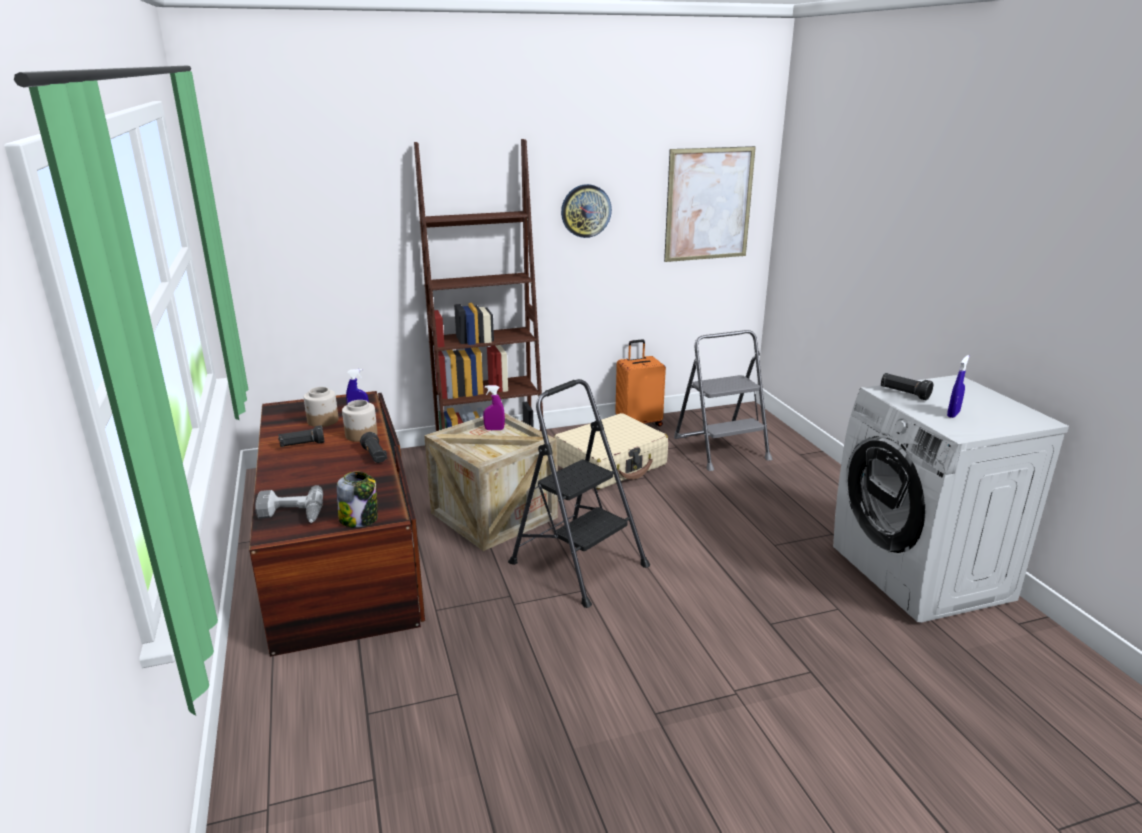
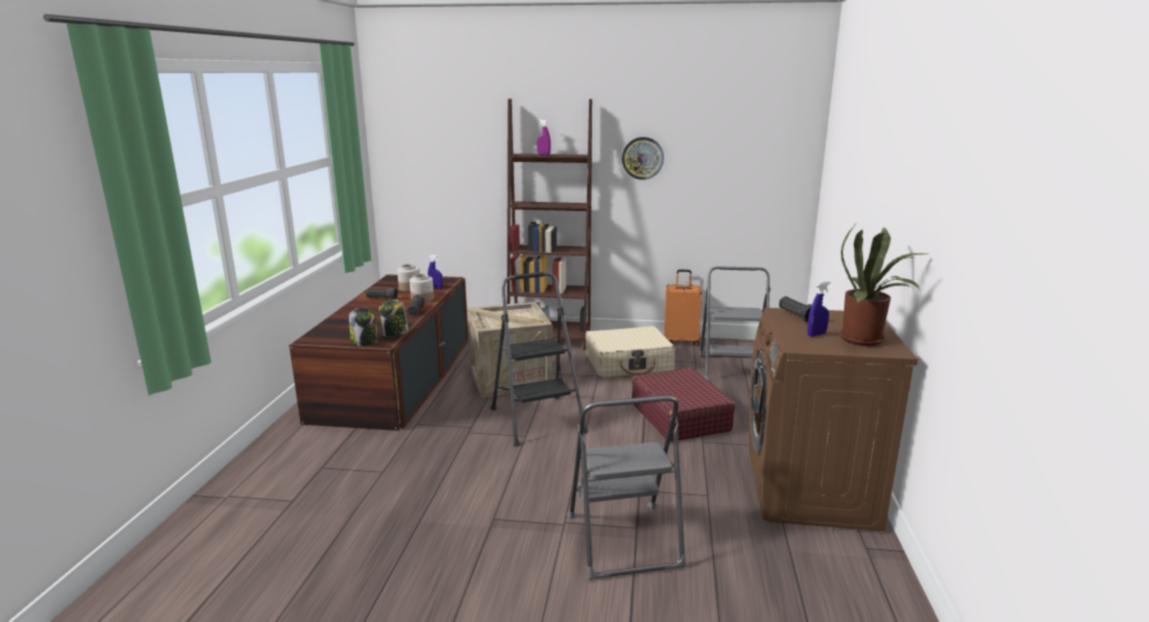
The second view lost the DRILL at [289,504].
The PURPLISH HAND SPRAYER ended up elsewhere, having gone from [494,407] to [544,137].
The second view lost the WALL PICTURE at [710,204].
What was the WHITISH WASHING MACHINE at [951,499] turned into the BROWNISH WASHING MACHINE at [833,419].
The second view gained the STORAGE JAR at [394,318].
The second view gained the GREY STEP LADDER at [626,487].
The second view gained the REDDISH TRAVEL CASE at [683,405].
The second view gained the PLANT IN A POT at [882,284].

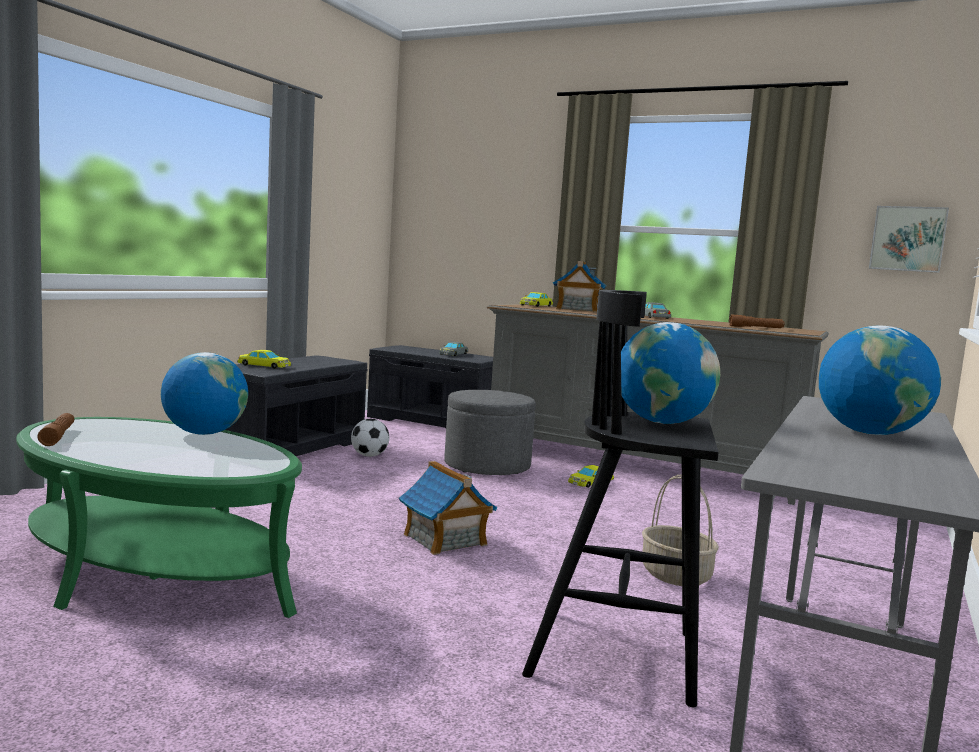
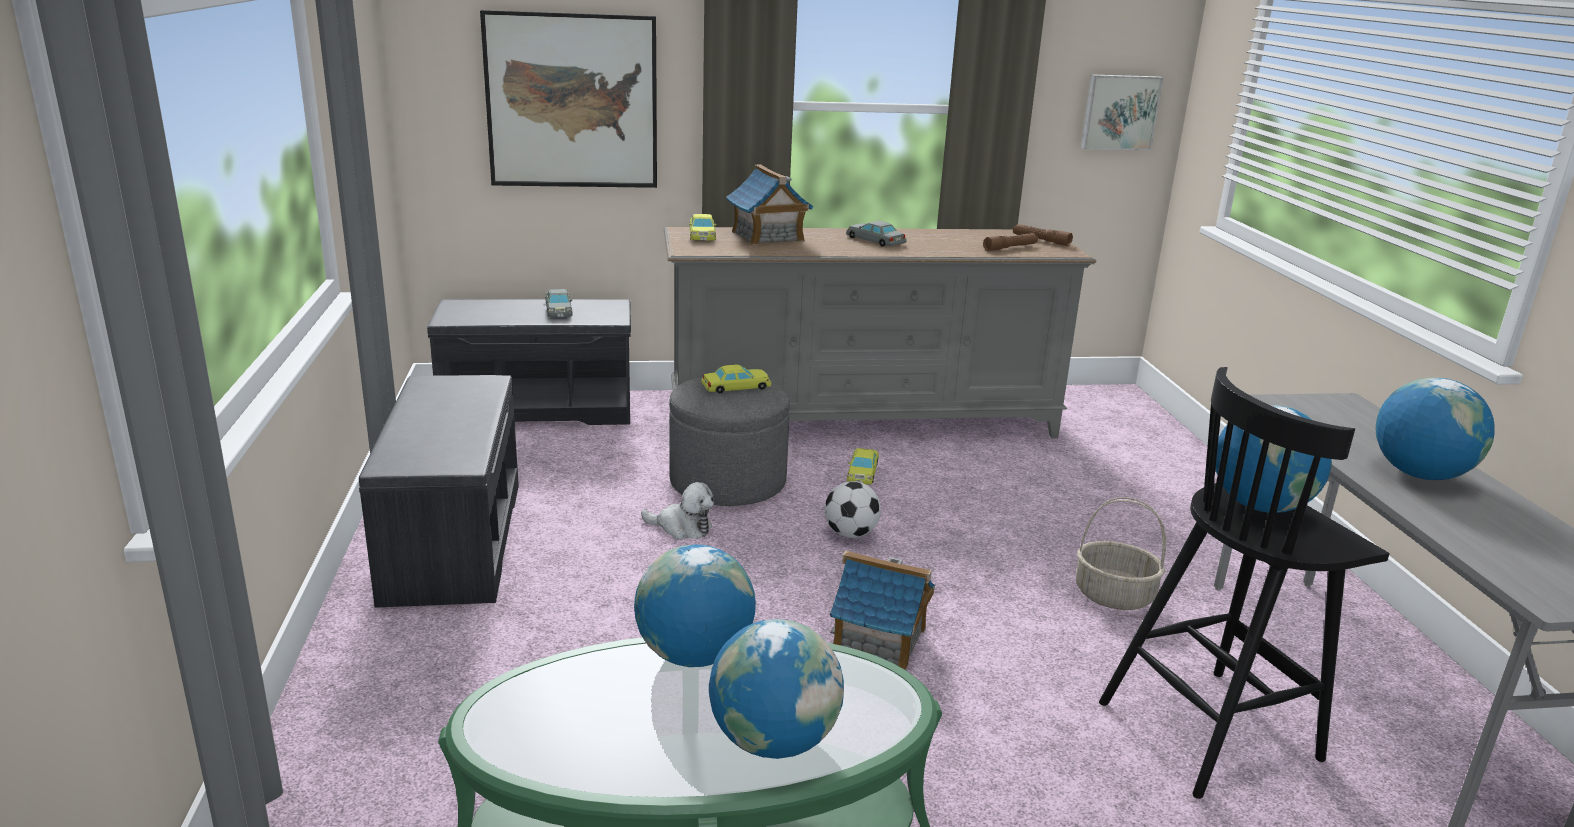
The BROWNISH FLASHLIGHT ended up elsewhere, having gone from [56,429] to [1043,235].
The YELLOW-COLOURED TOY CAR ended up elsewhere, having gone from [264,359] to [736,379].
The FOOTBALL BALL ended up elsewhere, having gone from [370,438] to [853,509].
The second view gained the WALL PICTURE at [568,99].
The second view gained the PLUSH TOY at [677,511].
The second view gained the DESK GLOBE at [776,689].

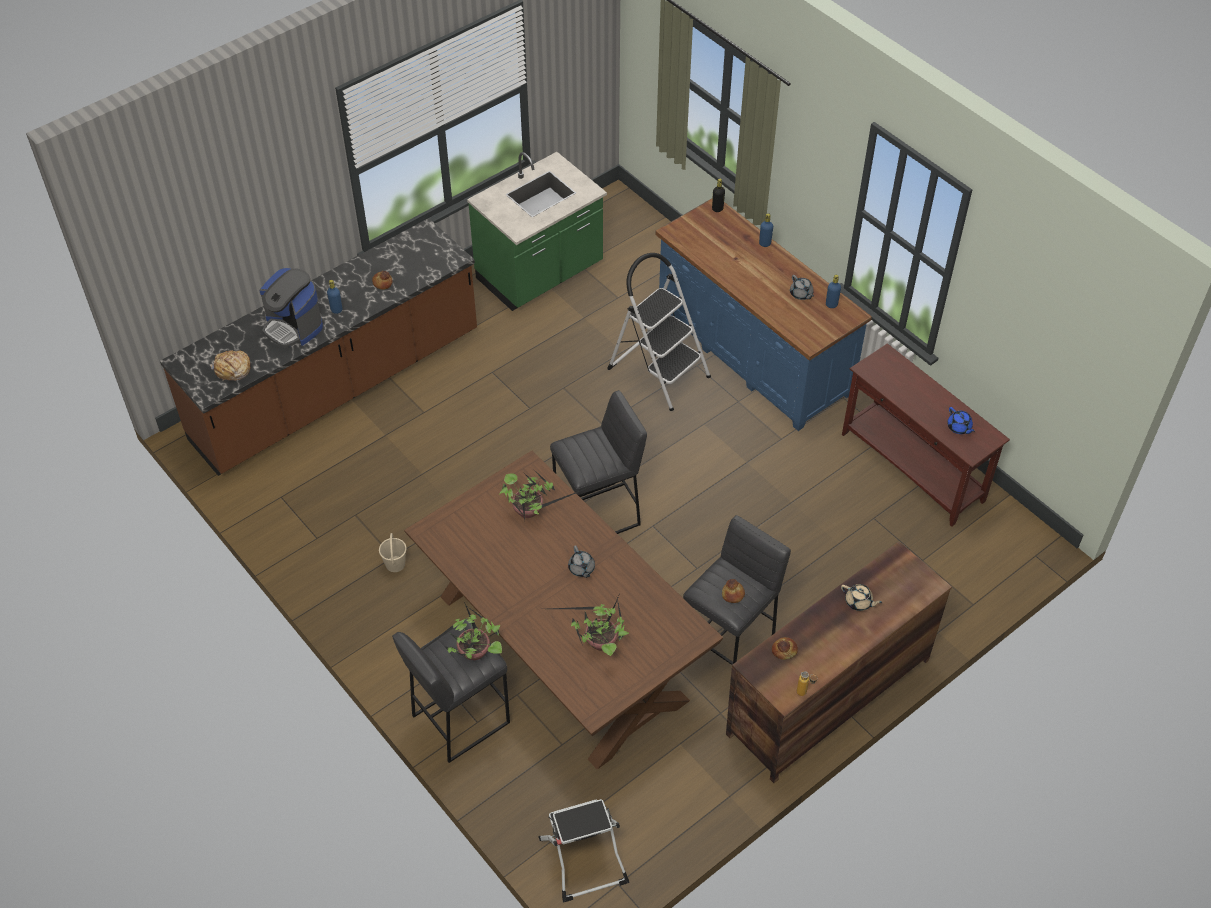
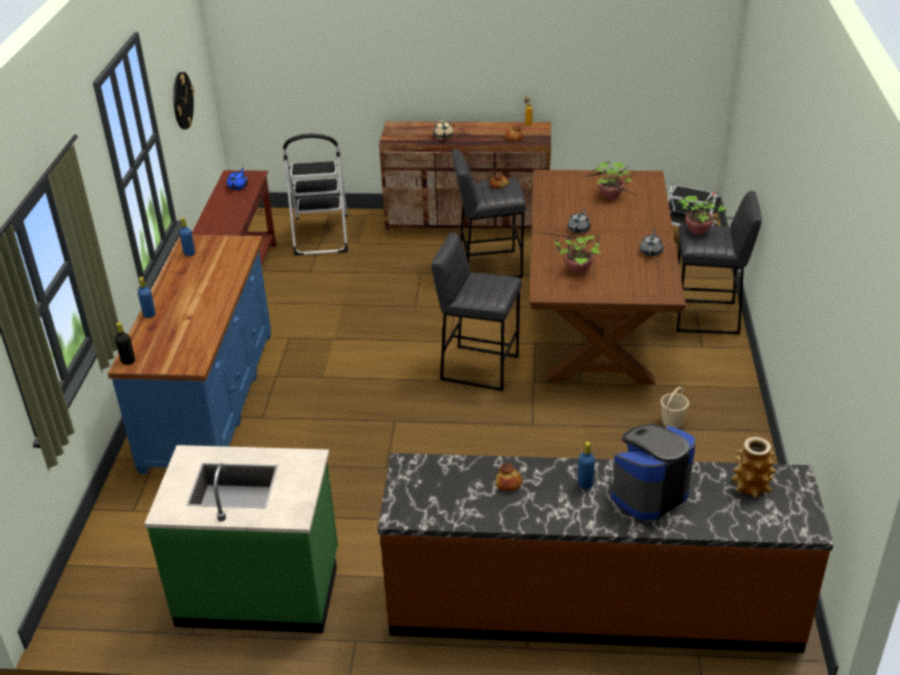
Where the BREAD stood at [230,365], the VASE came to stand at [753,467].
The COFFEE MAKER at [291,308] ended up facing another way, 120 degrees counterclockwise from before.
The STEP LADDER ended up elsewhere, having gone from [659,332] to [315,194].
The GREY TEAPOT ended up elsewhere, having gone from [802,287] to [651,242].
The second view gained the WALL CLOCK at [184,100].

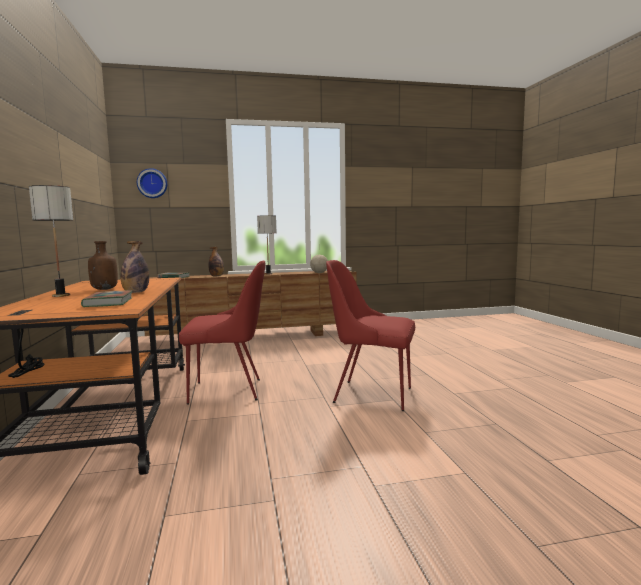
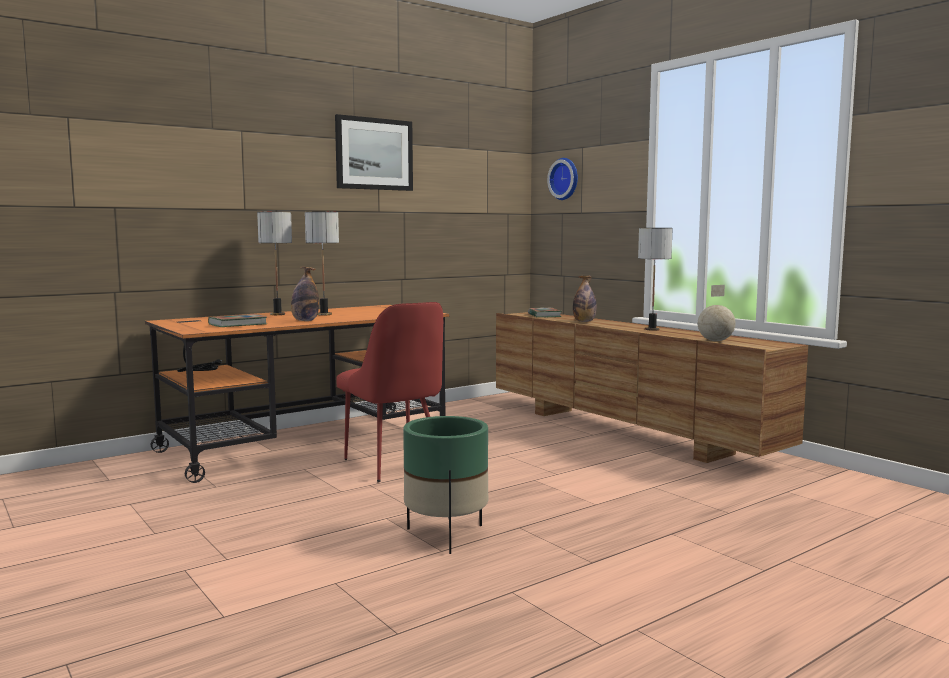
Where the BROWNISH BOTTLE stood at [103,265], the TABLE LAMP came to stand at [322,263].
Where the REDDISH CHAIR stood at [370,335], the GREENISH PLANT POT came to stand at [445,485].
The second view gained the WALL PICTURE at [374,152].

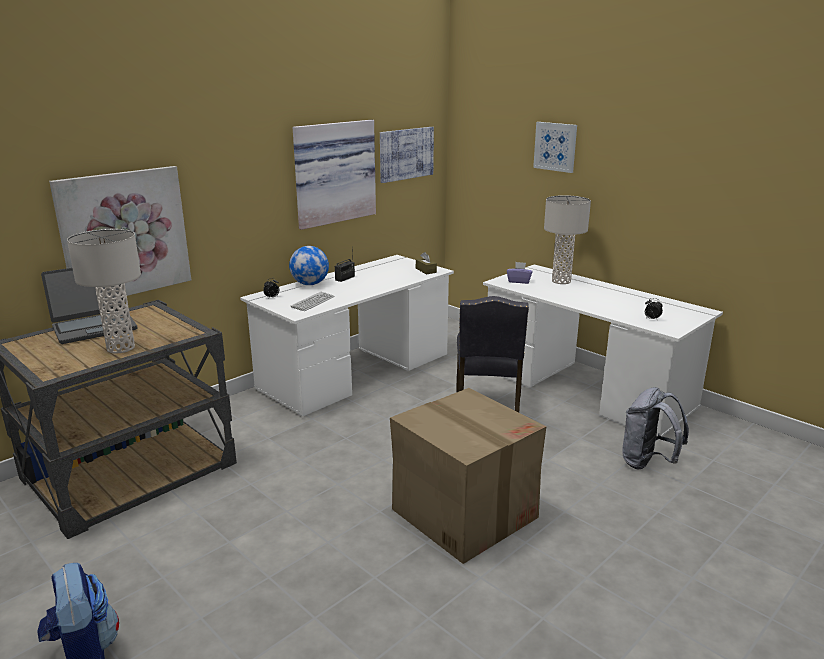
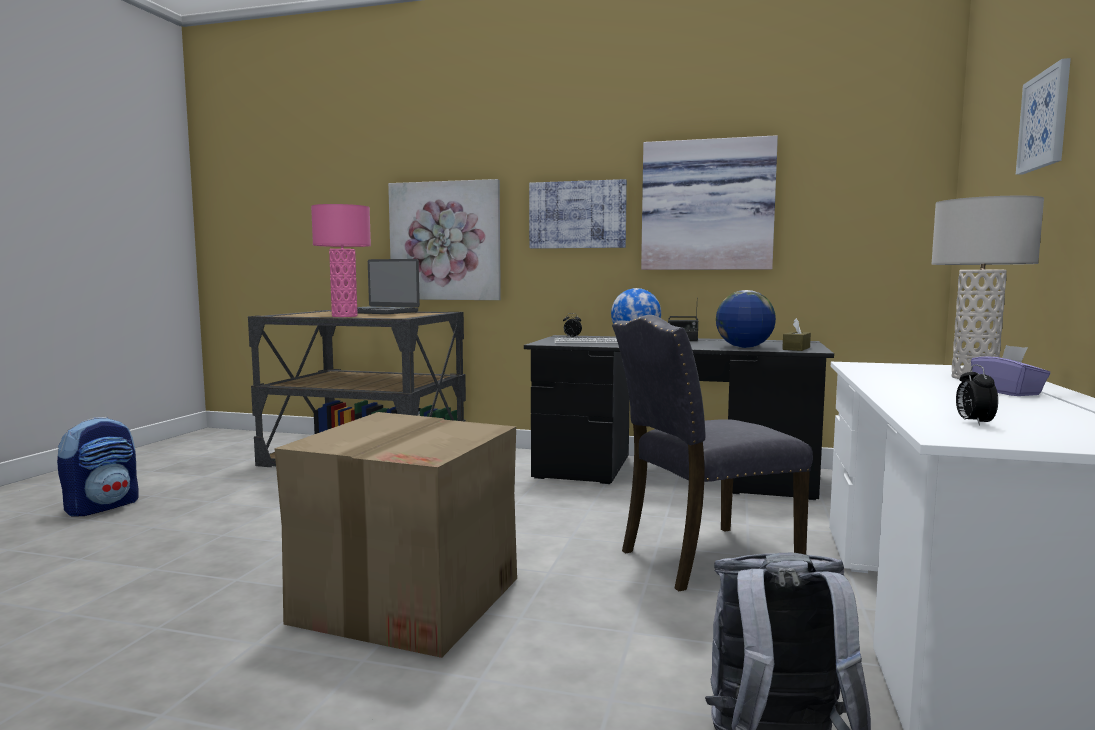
What was the WHITISH TABLE LAMP at [104,291] turned into the PINK-COLOURED TABLE LAMP at [341,260].
What was the WHITISH DESK at [347,335] turned into the BLACK-COLOURED DESK at [679,417].
The WALL PICTURE ended up elsewhere, having gone from [407,155] to [578,214].
The PURPLISH BOX OF TISSUES ended up elsewhere, having gone from [520,273] to [1011,370].
The second view gained the DESK GLOBE at [746,319].

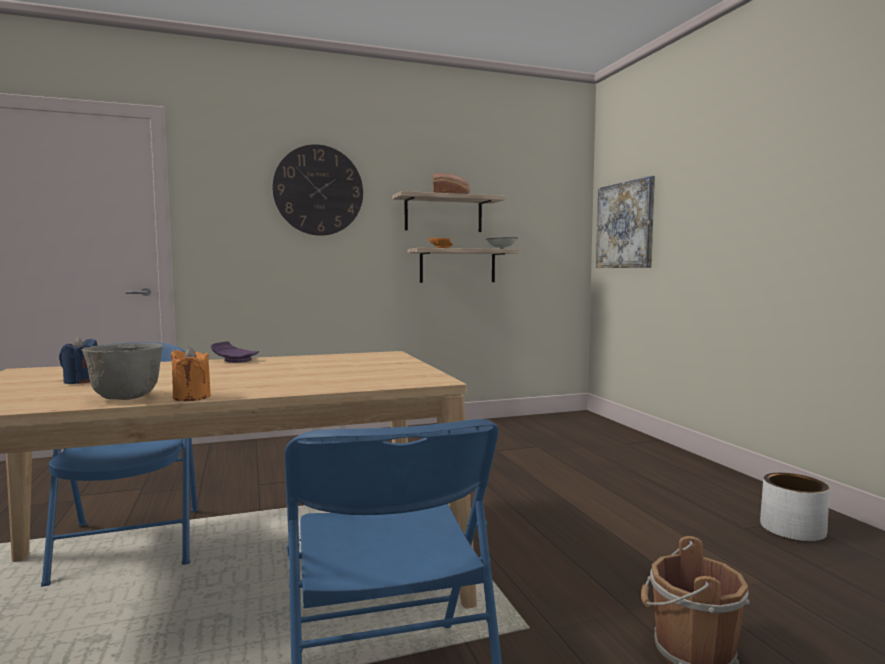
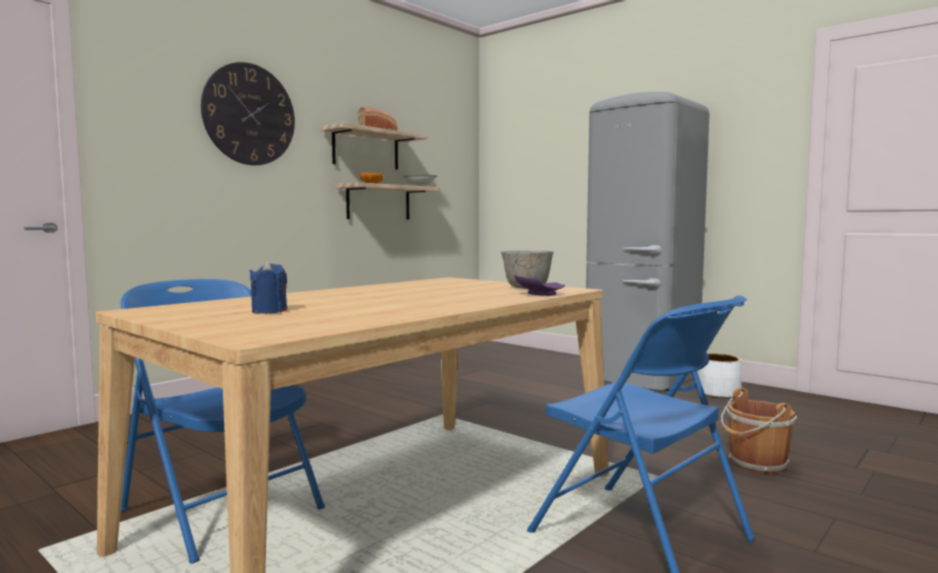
The GREY SERVING BOWL ended up elsewhere, having gone from [122,371] to [527,269].
The second view lost the ORANGE WAX LIGHT at [191,374].
The PURPLISH DINNER PLATE ended up elsewhere, having gone from [235,352] to [540,285].
The second view lost the WALL PICTURE at [625,222].
The second view gained the GREY REFRIGERATOR at [648,241].

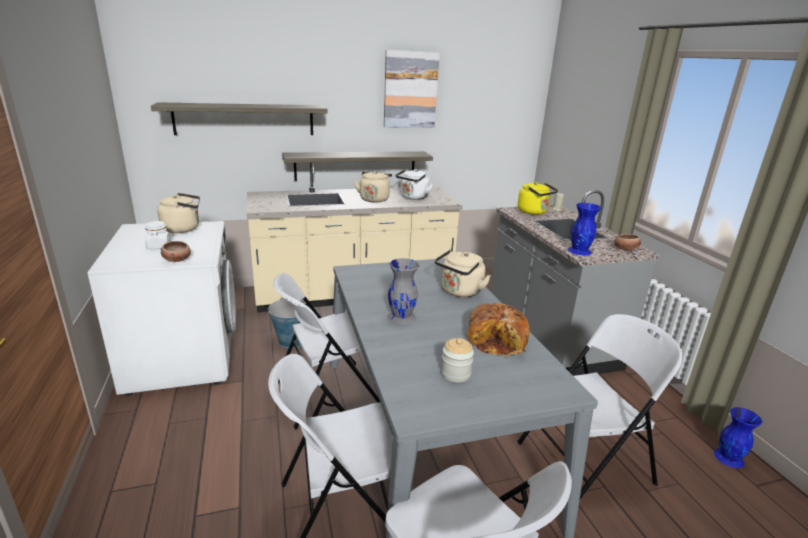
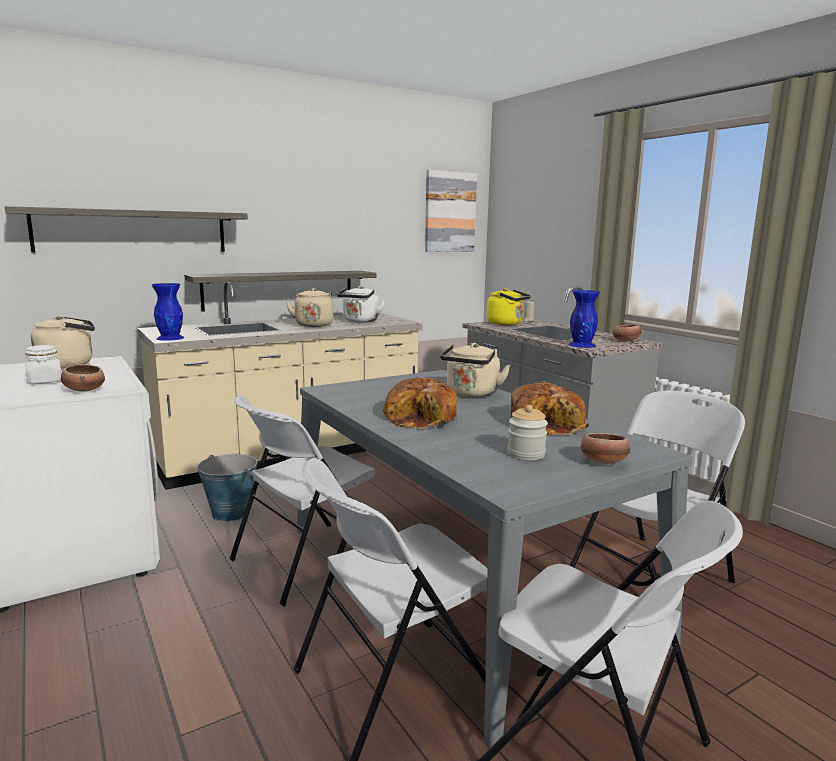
The WALL PICTURE ended up elsewhere, having gone from [412,89] to [451,211].
Where the GREY VASE stood at [403,291], the BREAD came to stand at [420,403].
The BLUE-COLOURED VASE ended up elsewhere, having gone from [738,437] to [168,312].
The second view gained the SERVING BOWL at [605,448].

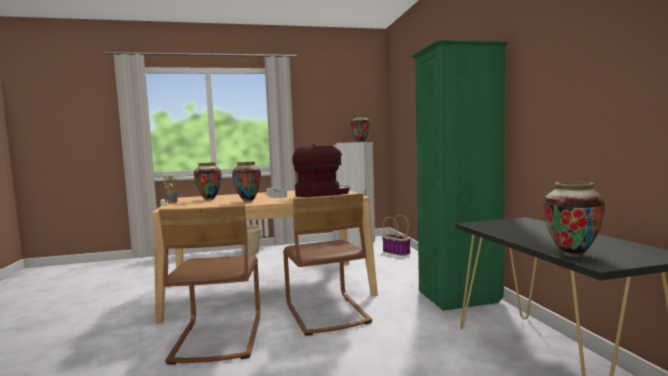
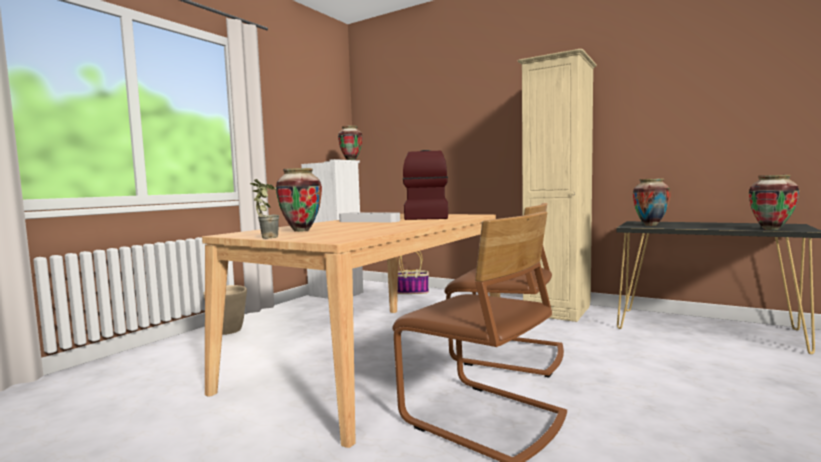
The VASE ended up elsewhere, having gone from [246,182] to [652,202].
What was the GREENISH CABINET at [459,175] turned into the BEIGE CABINET at [557,185].

